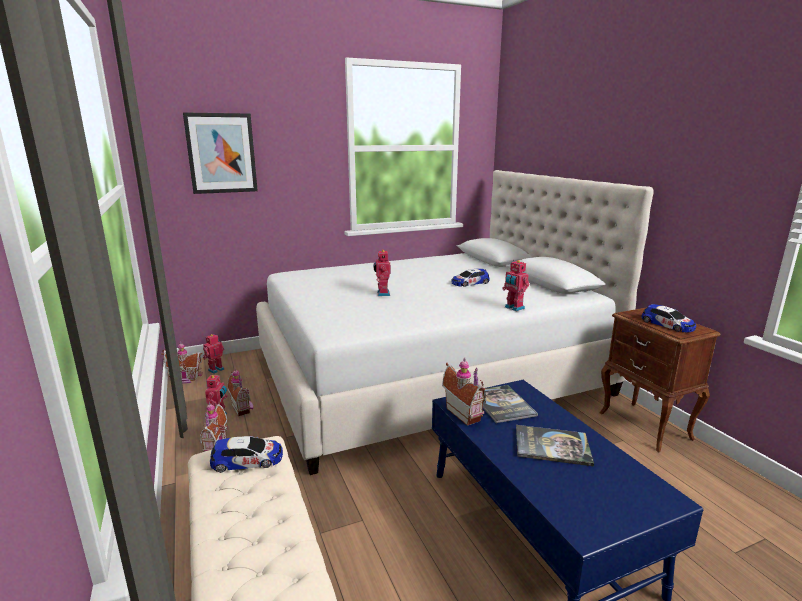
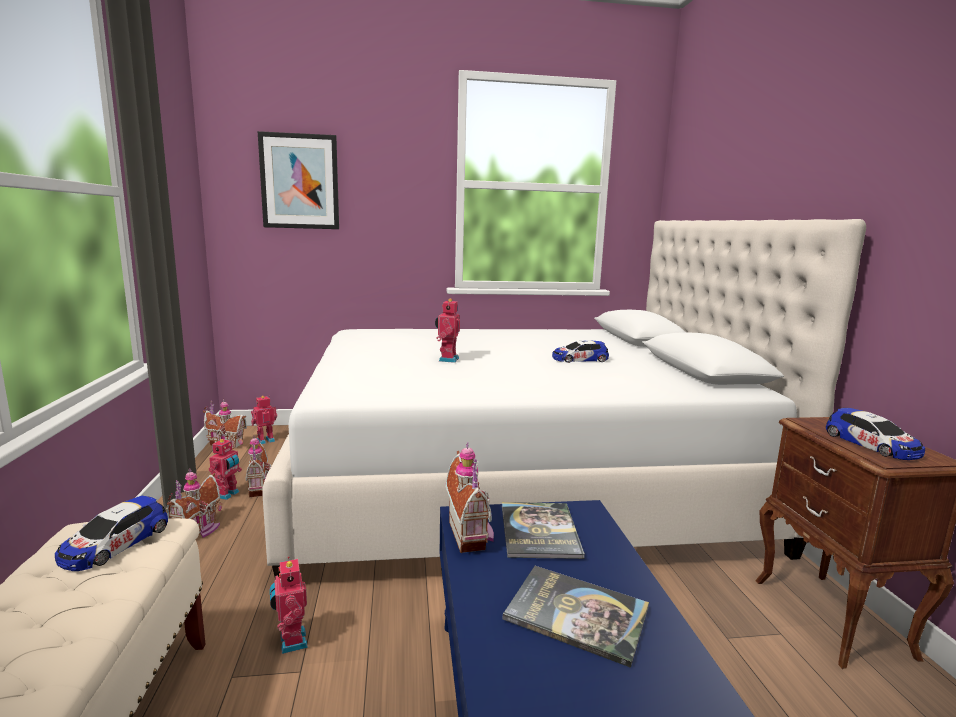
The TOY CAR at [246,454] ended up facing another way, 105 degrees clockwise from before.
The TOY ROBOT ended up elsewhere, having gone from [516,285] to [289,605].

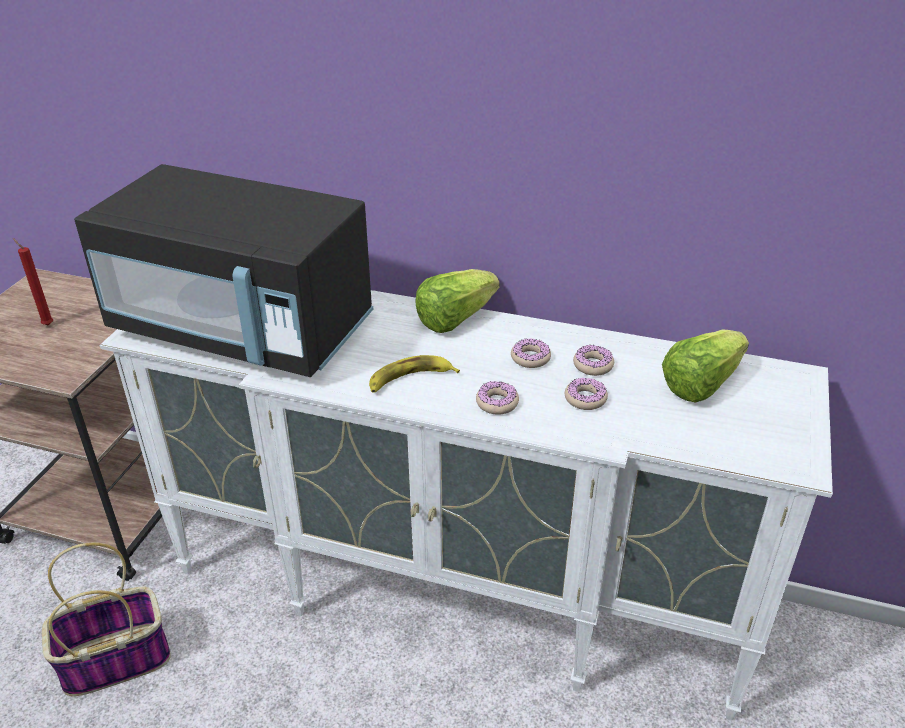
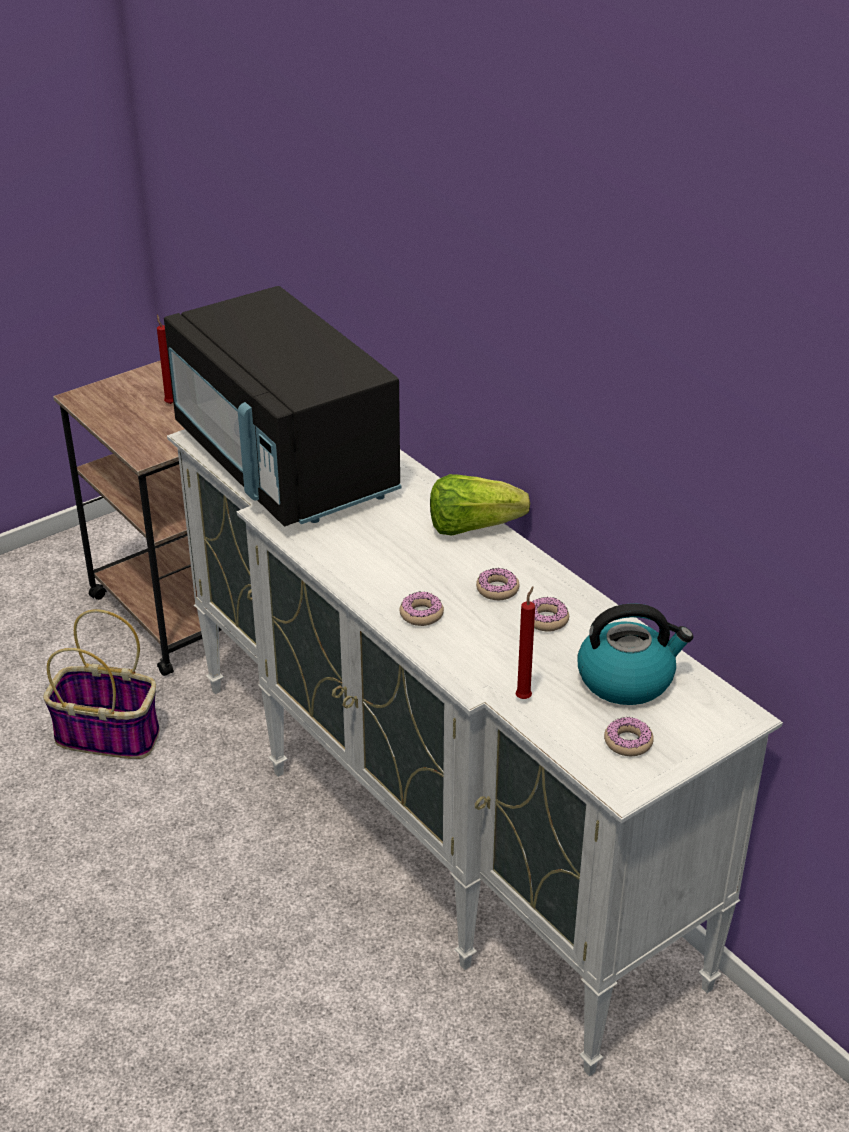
The second view lost the BANANA FRUIT at [414,374].
The DOUGHNUT ended up elsewhere, having gone from [586,394] to [629,736].
Where the LETTUCE stood at [705,366], the WATER KETTLE came to stand at [635,654].
The second view gained the REDDISH WAX LIGHT at [525,642].

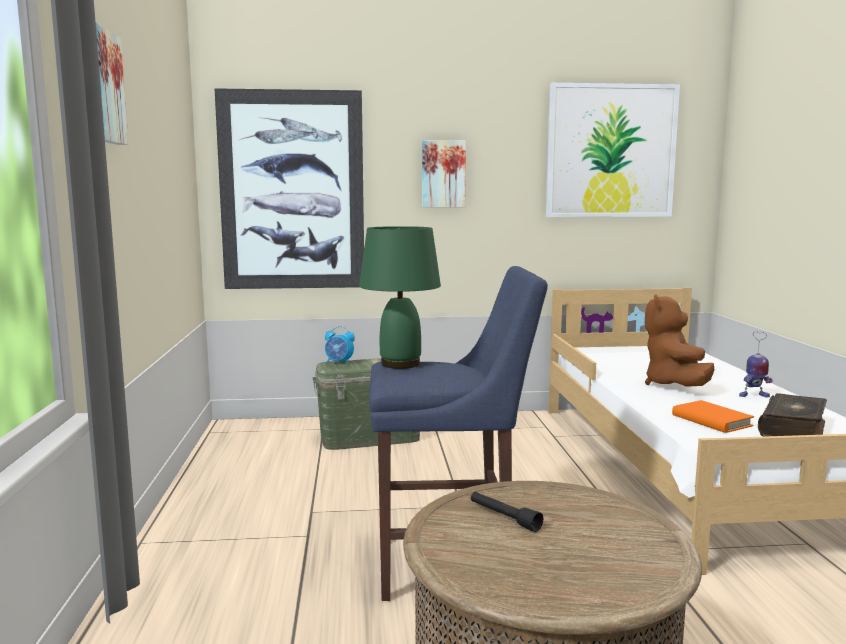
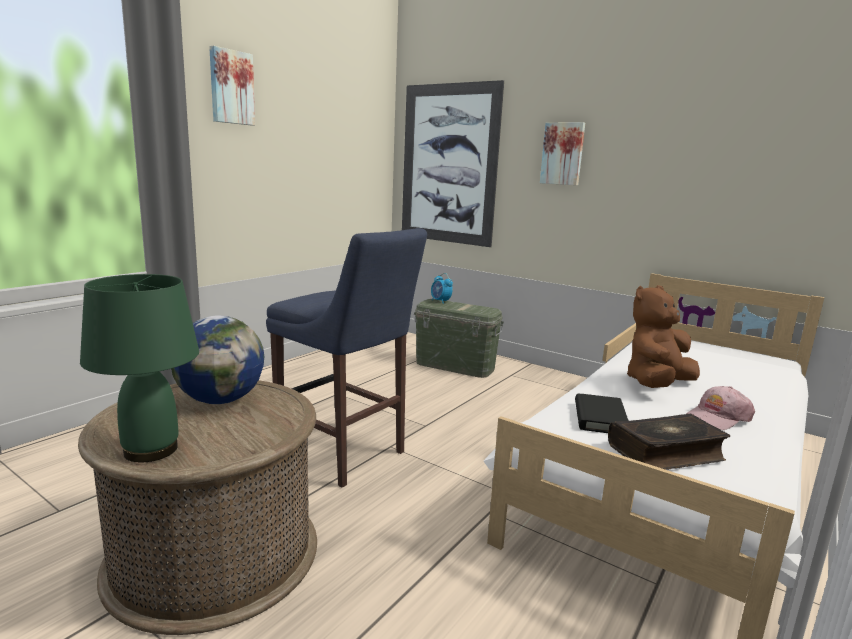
The GREENISH TABLE LAMP ended up elsewhere, having gone from [400,297] to [139,368].
Where the BLACK-COLOURED FLASHLIGHT stood at [507,512], the DESK GLOBE came to stand at [217,360].
The second view lost the WALL PICTURE at [613,150].
What was the ORANGE VOLUME at [713,416] turned into the BLACK-COLOURED VOLUME at [602,413].
Where the TOY ROBOT stood at [755,364], the PINK-COLOURED CAP came to stand at [720,408].

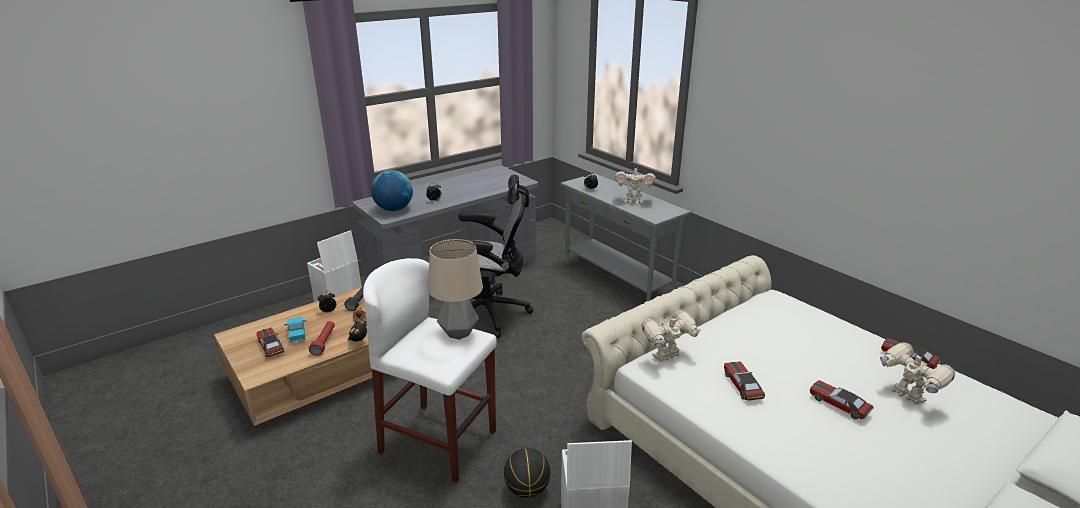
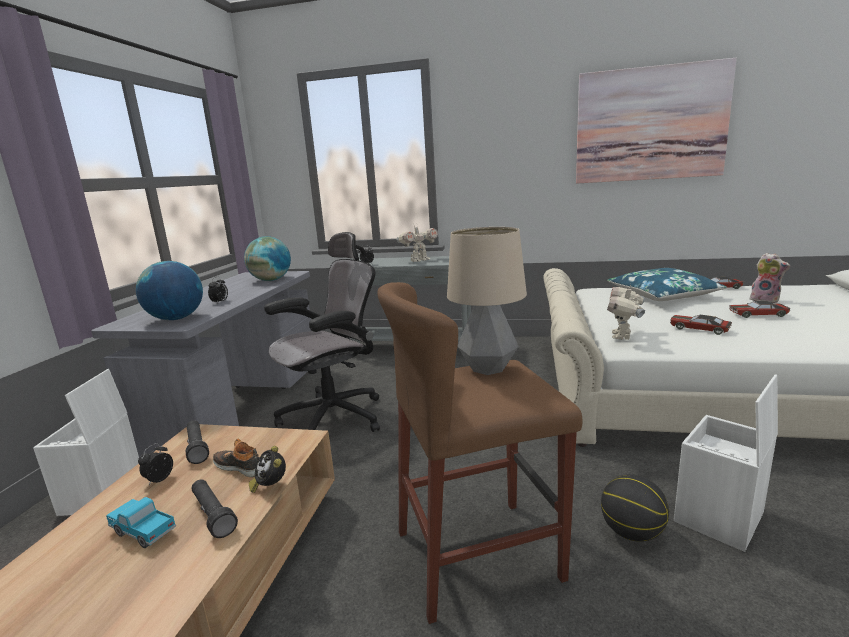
The second view lost the TOY CAR at [270,342].
What was the REDDISH FLASHLIGHT at [322,338] turned into the BLACK-COLOURED FLASHLIGHT at [214,508].
What was the WHITISH STOOL at [430,370] turned into the BROWNISH STOOL at [480,453].
Where the TOY ROBOT stood at [917,373], the PLUSH TOY came to stand at [770,278].
The second view gained the DESK GLOBE at [267,258].
The second view gained the WALL PICTURE at [656,120].
The second view gained the BLUE-COLOURED CUSHION at [667,284].

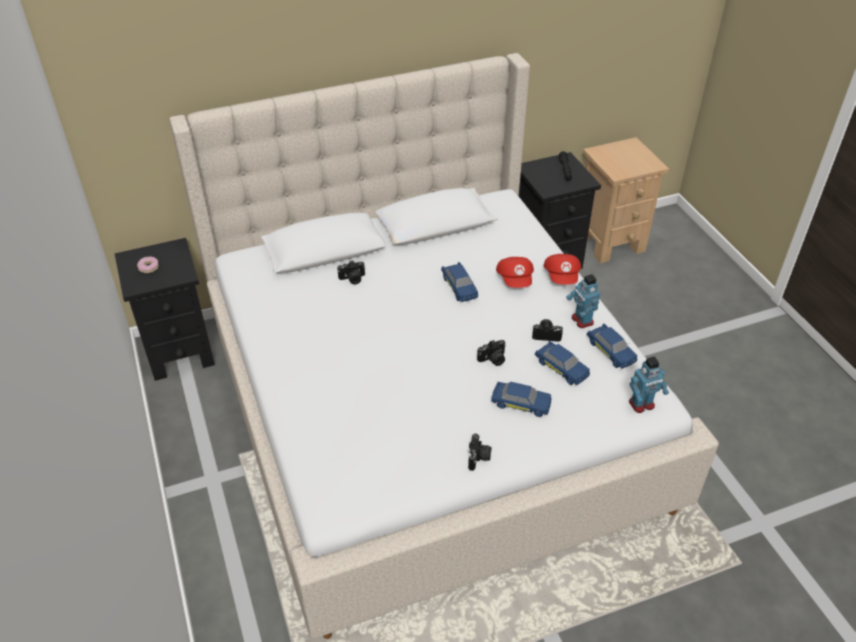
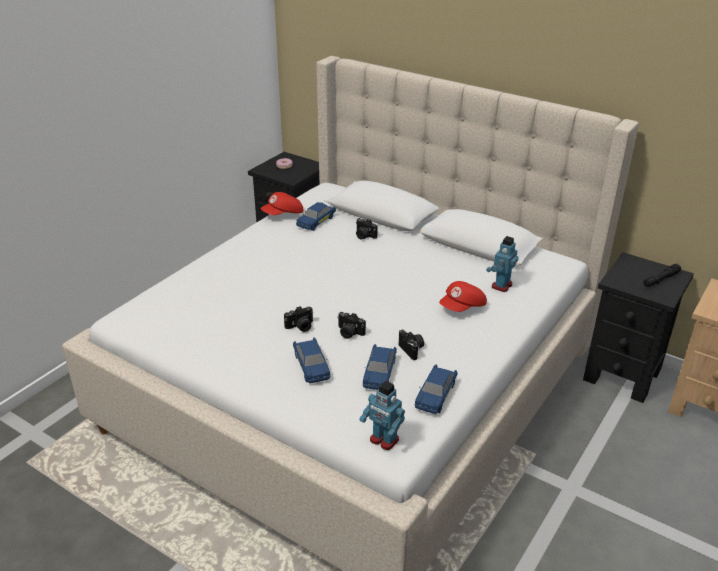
The BLUE-COLOURED TOY CAR ended up elsewhere, having gone from [459,282] to [316,216].
The PHOTO CAMERA ended up elsewhere, having gone from [480,452] to [298,319].
The REDDISH CAP ended up elsewhere, having gone from [562,269] to [282,203].
The TOY ROBOT ended up elsewhere, having gone from [583,301] to [502,264].

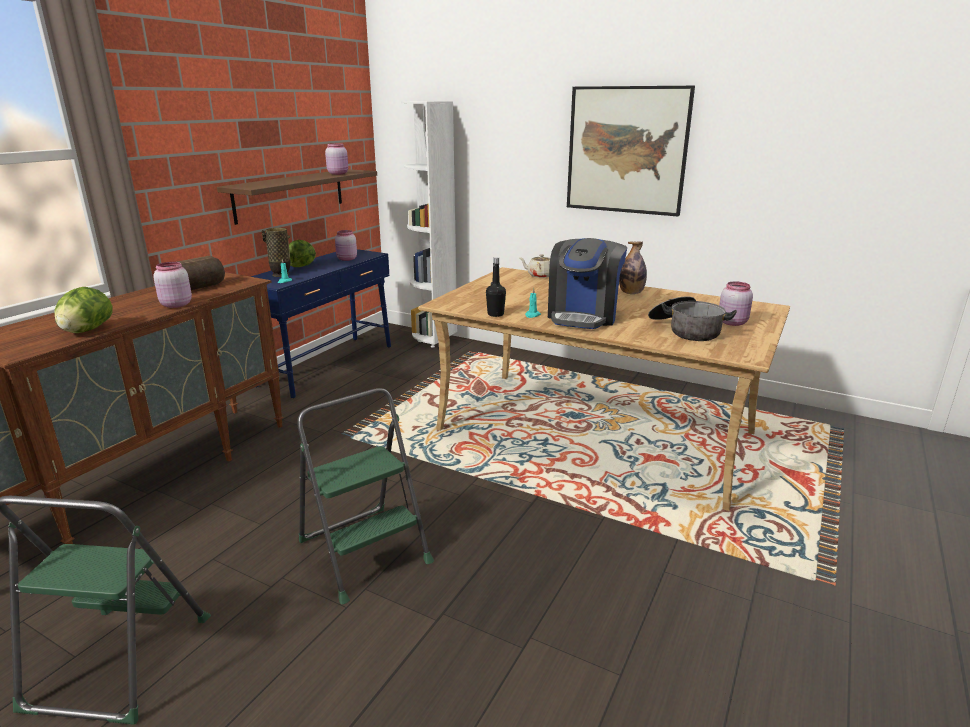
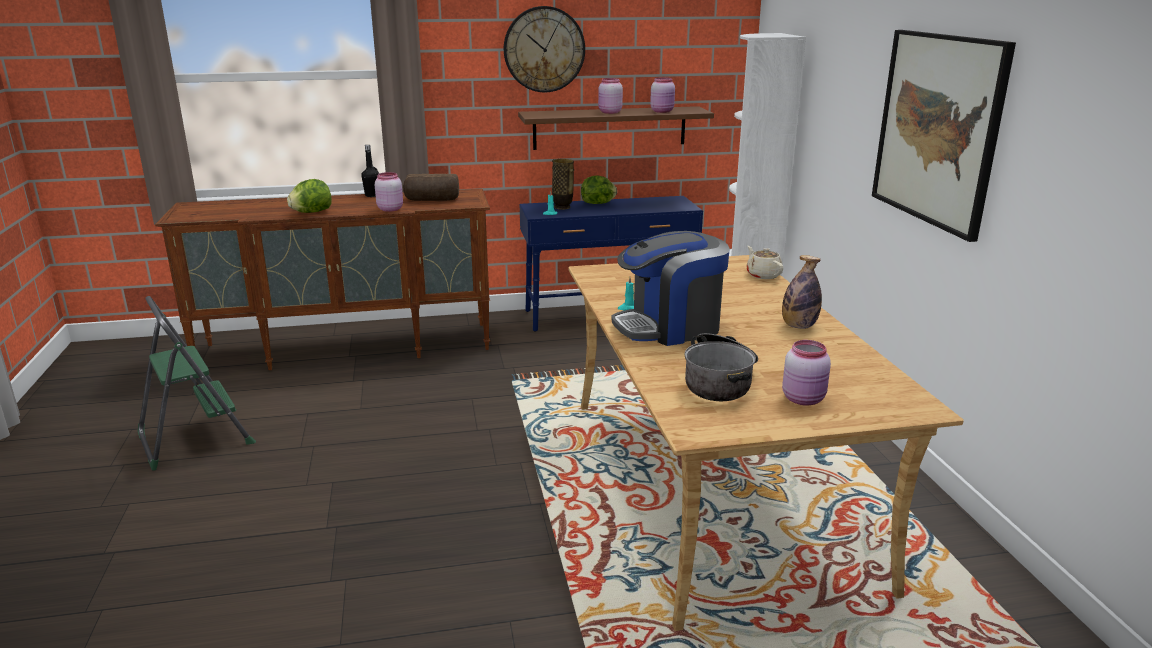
The second view lost the GREENISH STEP LADDER at [365,496].
The PINK-COLOURED STORAGE JAR ended up elsewhere, having gone from [346,245] to [610,96].
The BLACK-COLOURED BOTTLE ended up elsewhere, having gone from [496,287] to [370,171].
The second view gained the WALL CLOCK at [544,49].

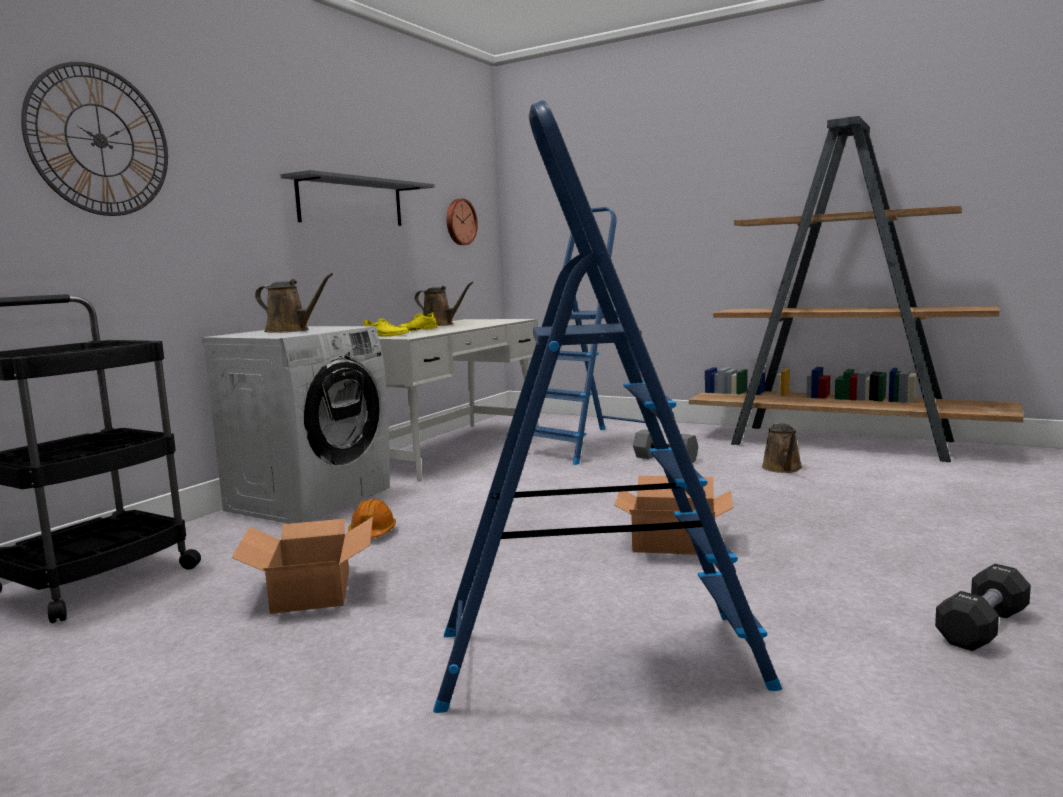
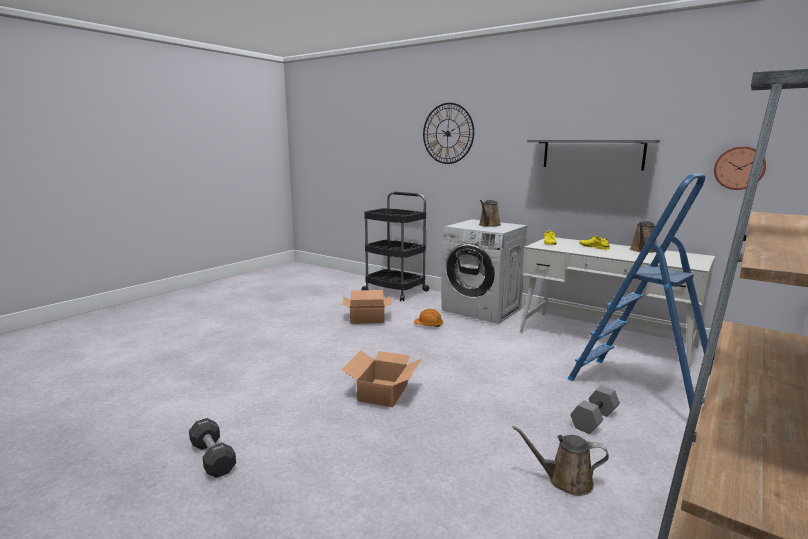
The second view lost the BLUE-COLOURED STEP LADDER at [607,406].

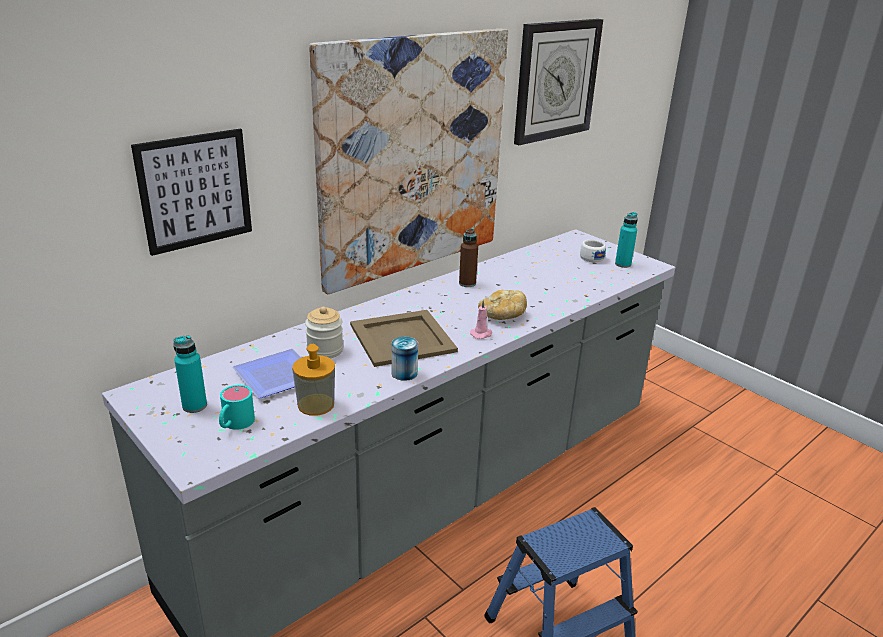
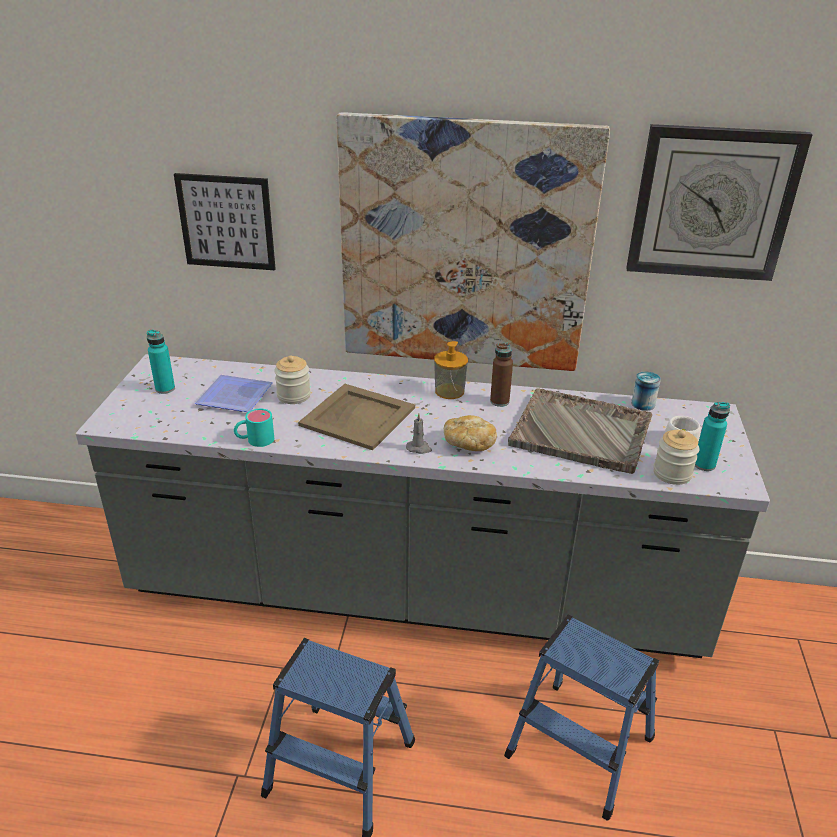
The TURQUOISE-COLOURED MUG ended up elsewhere, having gone from [237,407] to [254,428].
The LIQUID SOAP BOTTLE ended up elsewhere, having gone from [313,380] to [451,370].
The CAN ended up elsewhere, having gone from [404,359] to [646,391].
What was the PINK-COLOURED WAX LIGHT at [481,319] turned into the GREY WAX LIGHT at [419,433].
The second view gained the BLUE-COLOURED STEP LADDER at [581,718].
The second view gained the GREY TRAY at [580,431].
The second view gained the STORAGE JAR at [677,457].

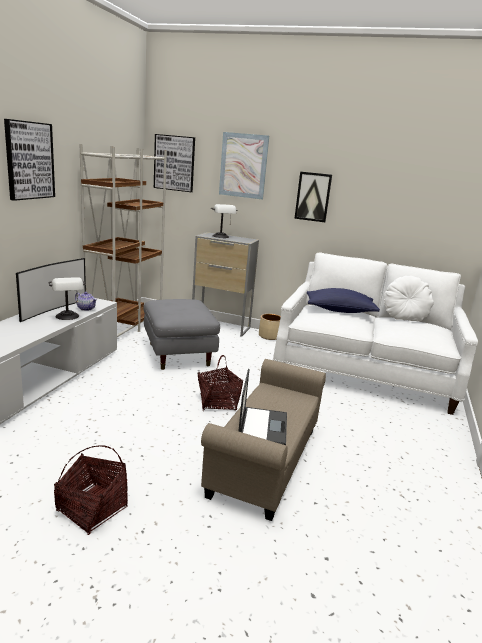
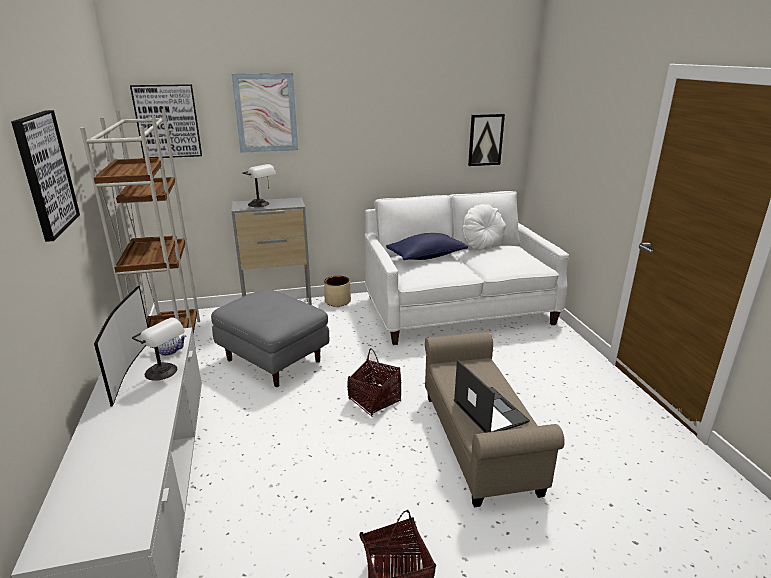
The WALL PICTURE ended up elsewhere, having gone from [313,197] to [486,140].

